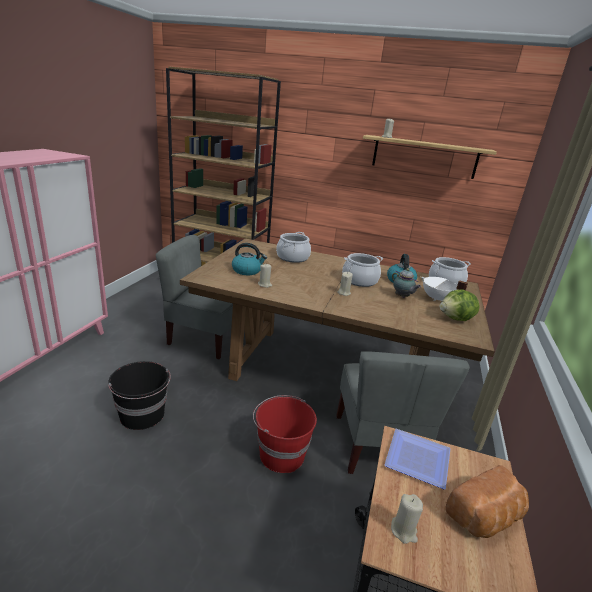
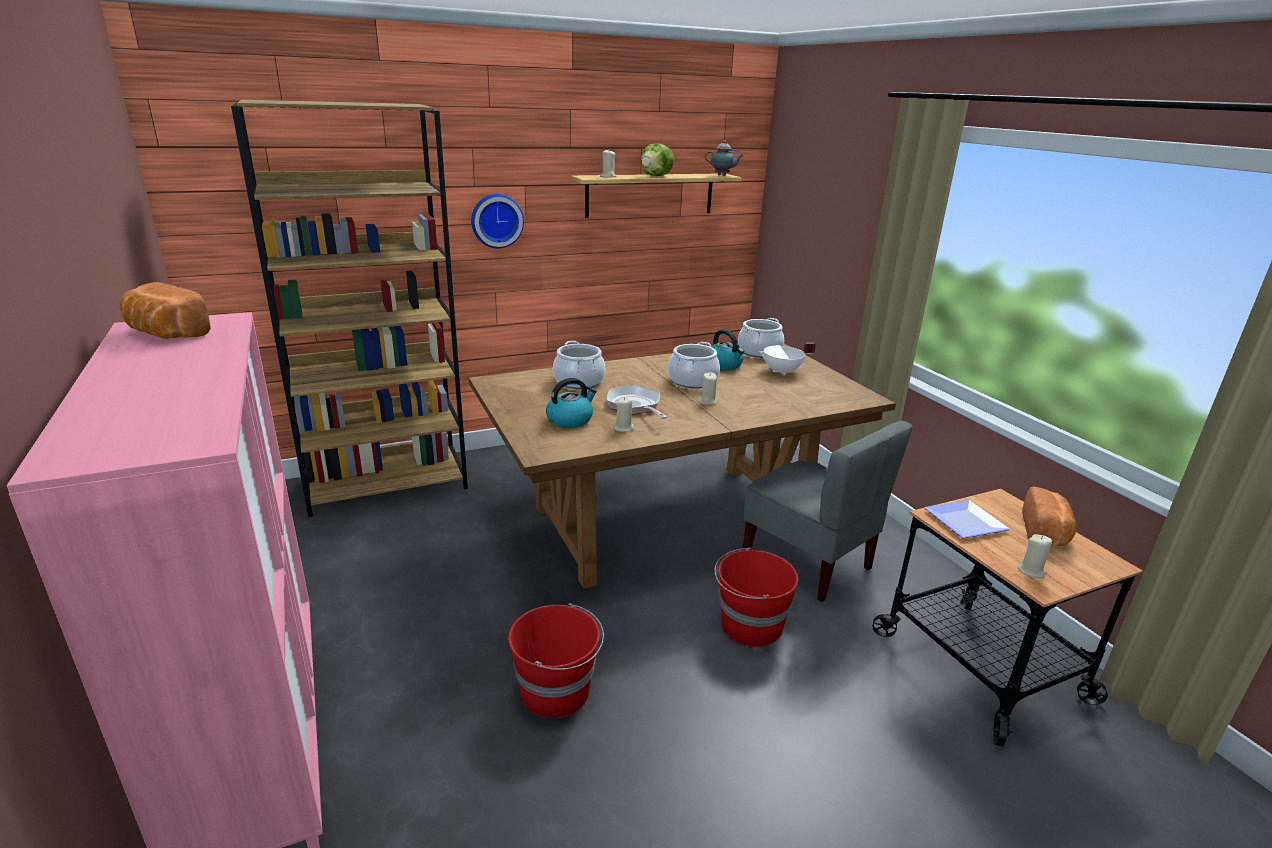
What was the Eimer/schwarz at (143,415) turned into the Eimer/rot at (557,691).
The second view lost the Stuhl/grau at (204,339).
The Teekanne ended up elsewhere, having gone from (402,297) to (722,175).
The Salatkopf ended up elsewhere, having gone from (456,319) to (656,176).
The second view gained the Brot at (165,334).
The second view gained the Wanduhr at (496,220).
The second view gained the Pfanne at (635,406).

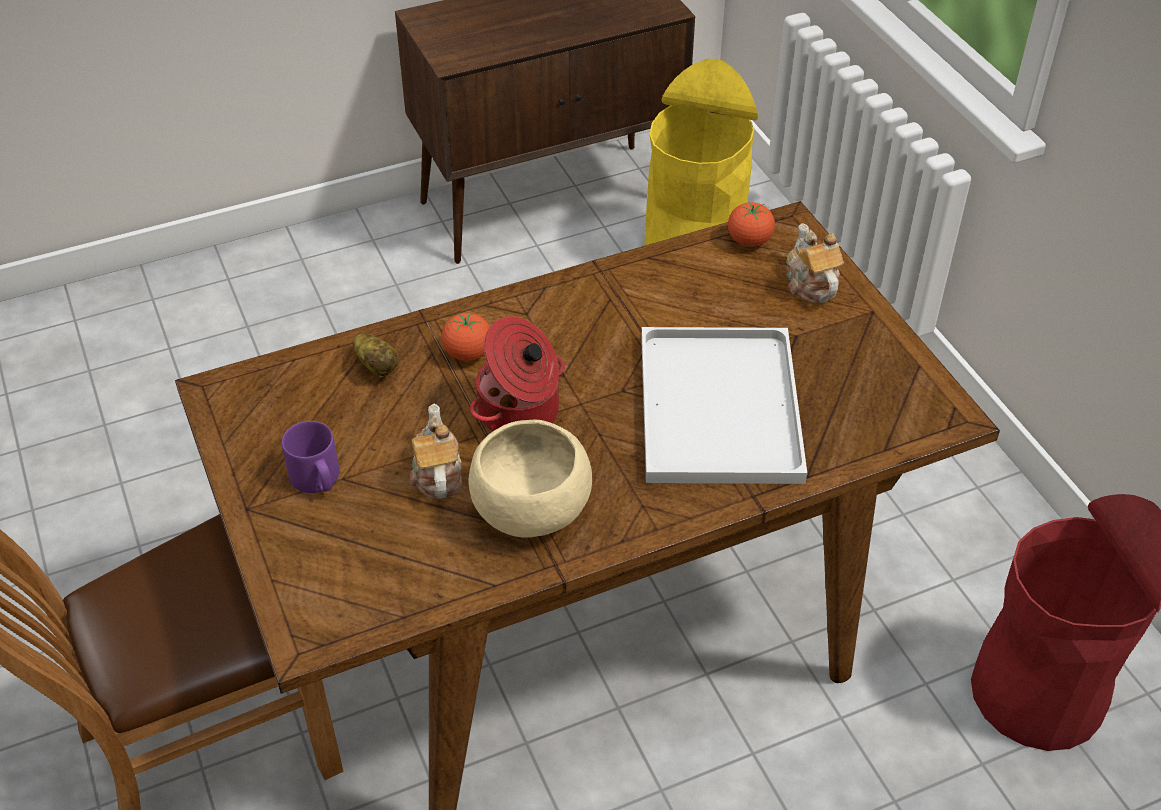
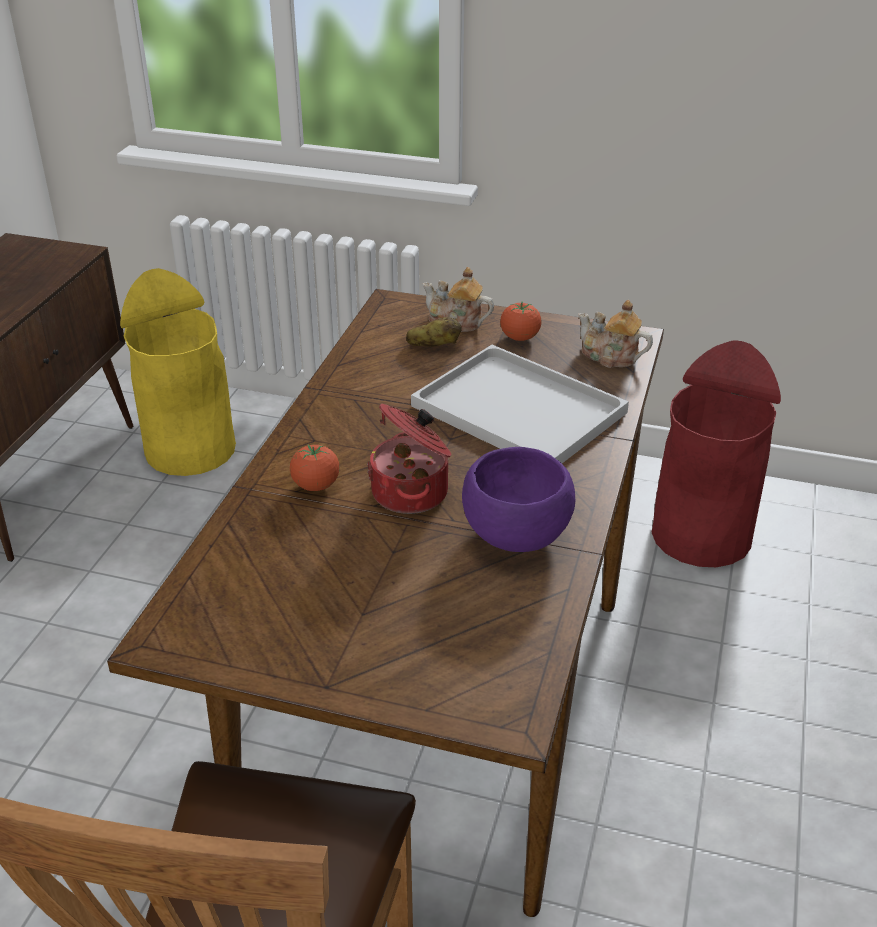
The second view lost the Henkelbecher/lila at (317,480).
The Kartoffel ended up elsewhere, having gone from (377,366) to (434,346).
The Teekanne ended up elsewhere, having gone from (437,473) to (610,356).
What was the Schüssel/beige at (531,511) turned into the Schüssel/lila at (515,535).
The Tomate ended up elsewhere, having gone from (749,241) to (520,338).

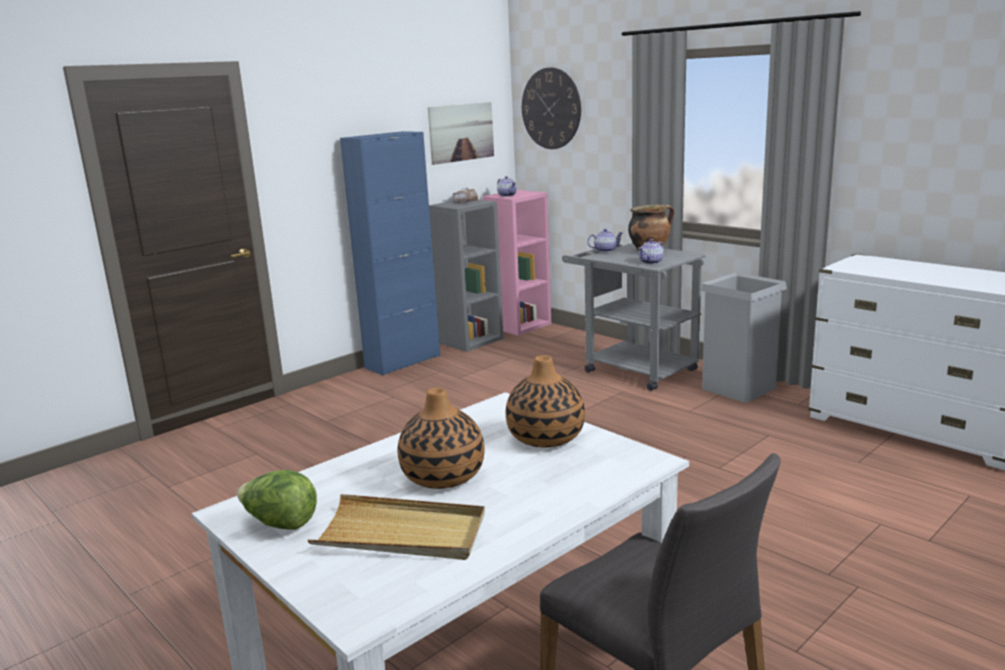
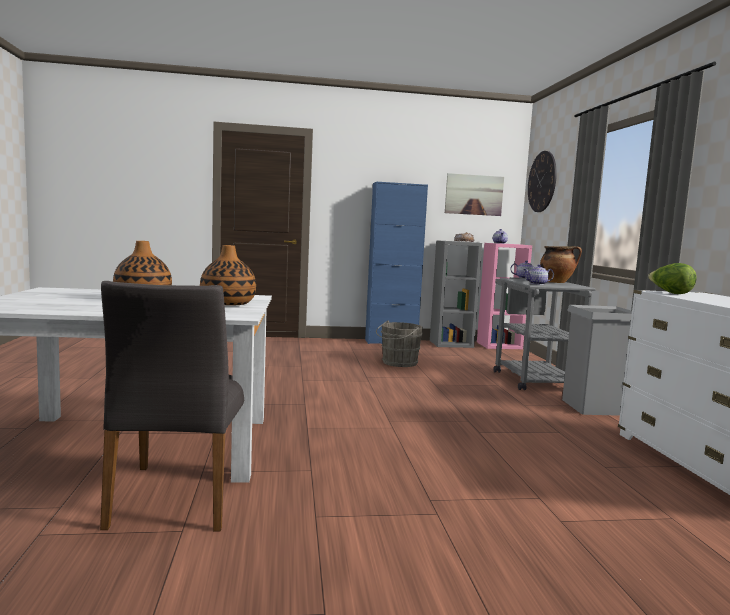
The Salatkopf ended up elsewhere, having gone from (280,524) to (670,293).
The second view lost the Tablett/beige at (401,533).
The second view gained the Eimer/grau at (398,363).

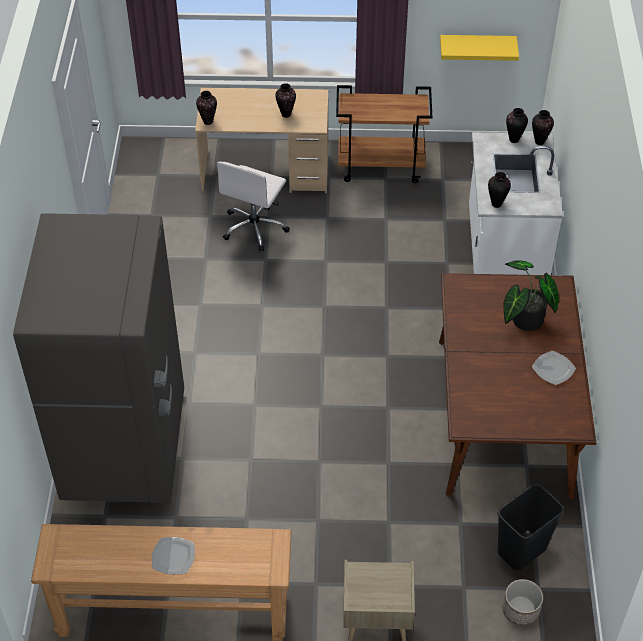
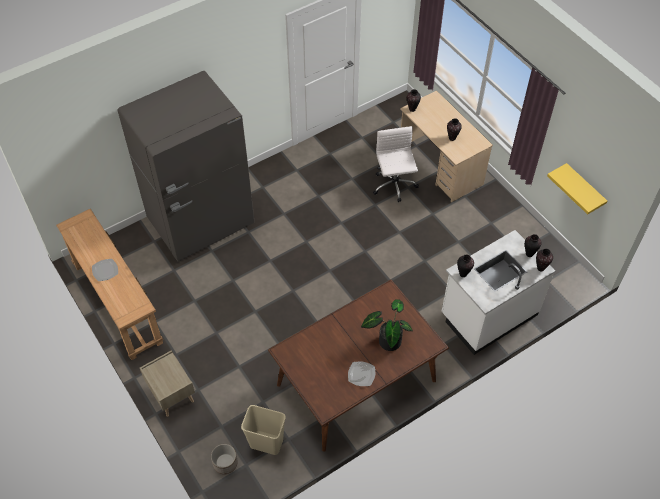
The Bürostuhl/weiß at (255,227) ended up facing another way, 90 degrees clockwise from before.
The second view lost the Rollwagen/braun at (381,167).
What was the Mülleimer/schwarz at (522,551) turned into the Mülleimer/beige at (266,443).

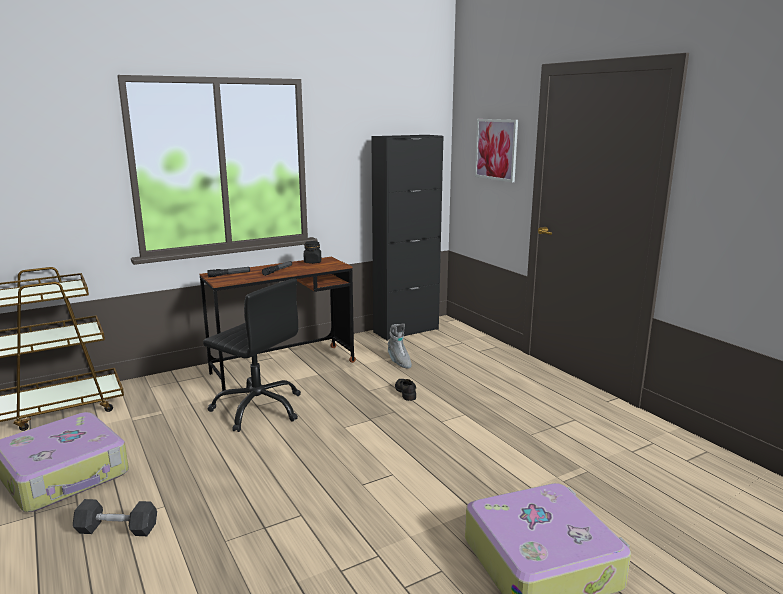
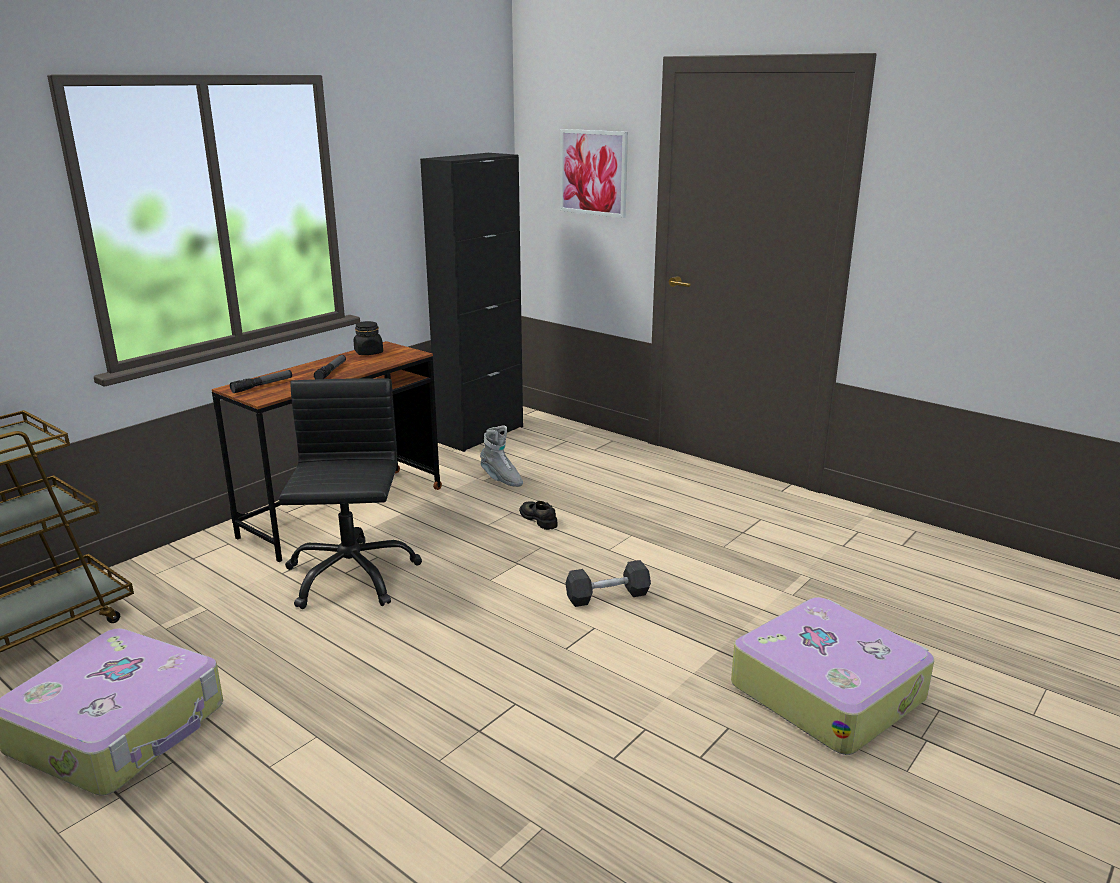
The Hantel/grau ended up elsewhere, having gone from (117,529) to (607,596).
The Bürostuhl/schwarz at (258,408) ended up facing another way, 105 degrees counterclockwise from before.

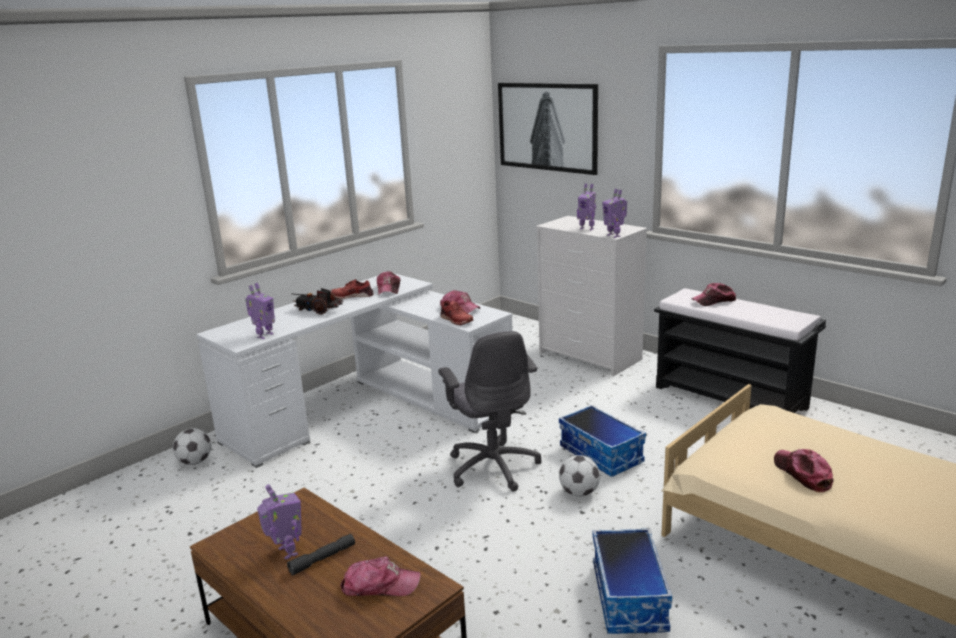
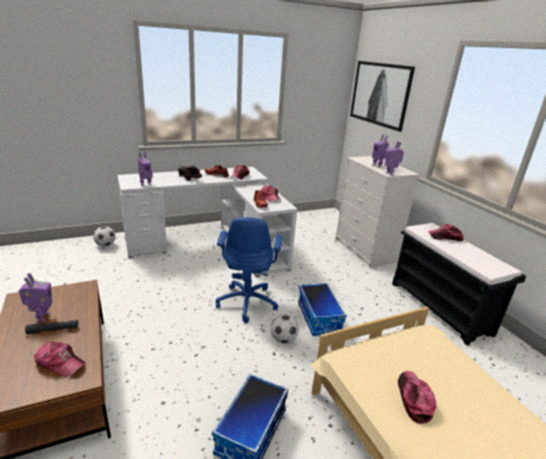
What was the Bürostuhl/grau at (493,466) turned into the Bürostuhl/blau at (247,302).

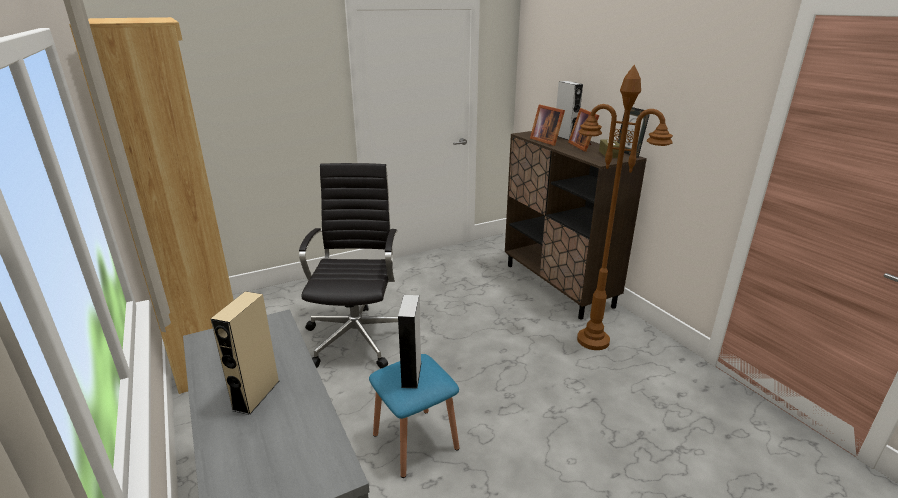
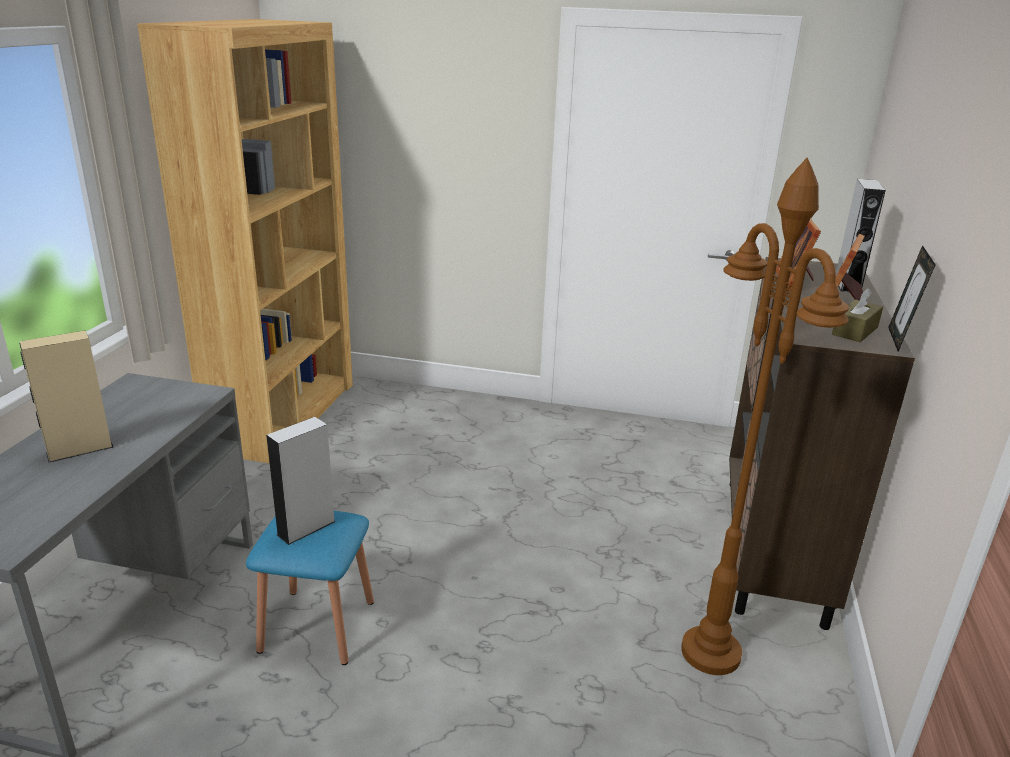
The second view lost the Bürostuhl/schwarz at (358,336).

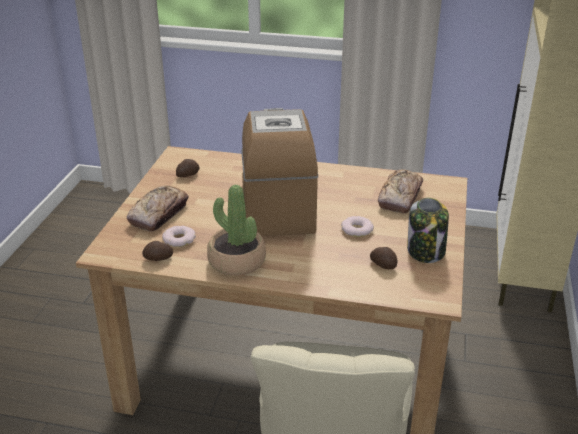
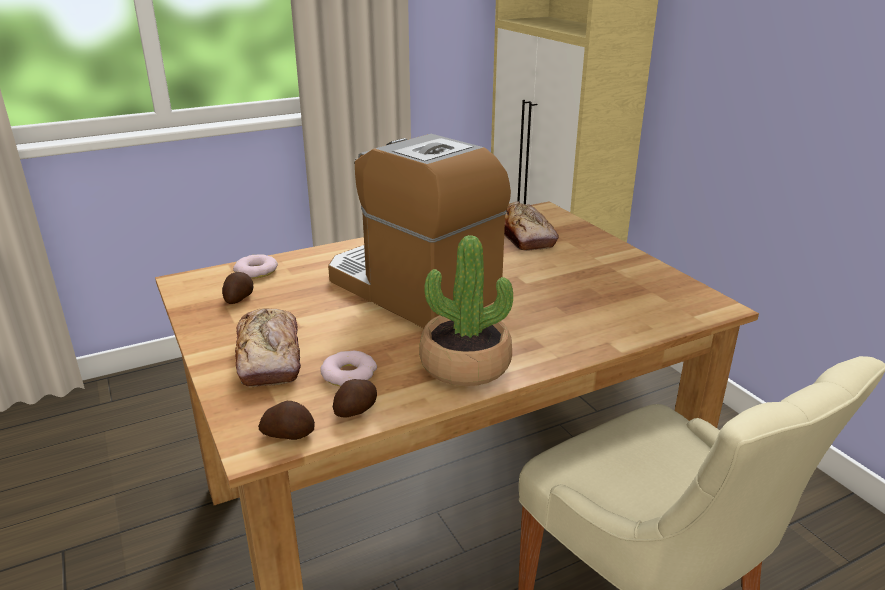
The Donut ended up elsewhere, having gone from (357,230) to (256,271).
The Kartoffel ended up elsewhere, having gone from (383,264) to (288,433).
The second view lost the Vorratsglas at (426,251).

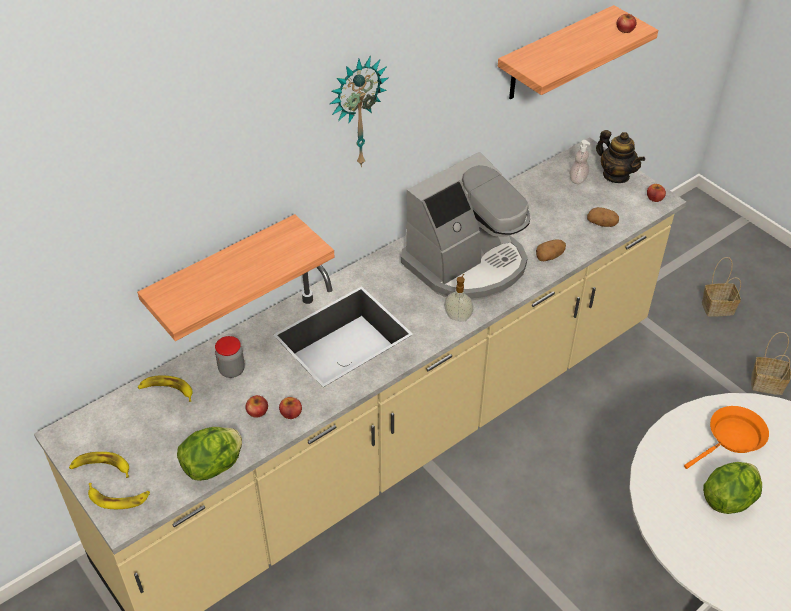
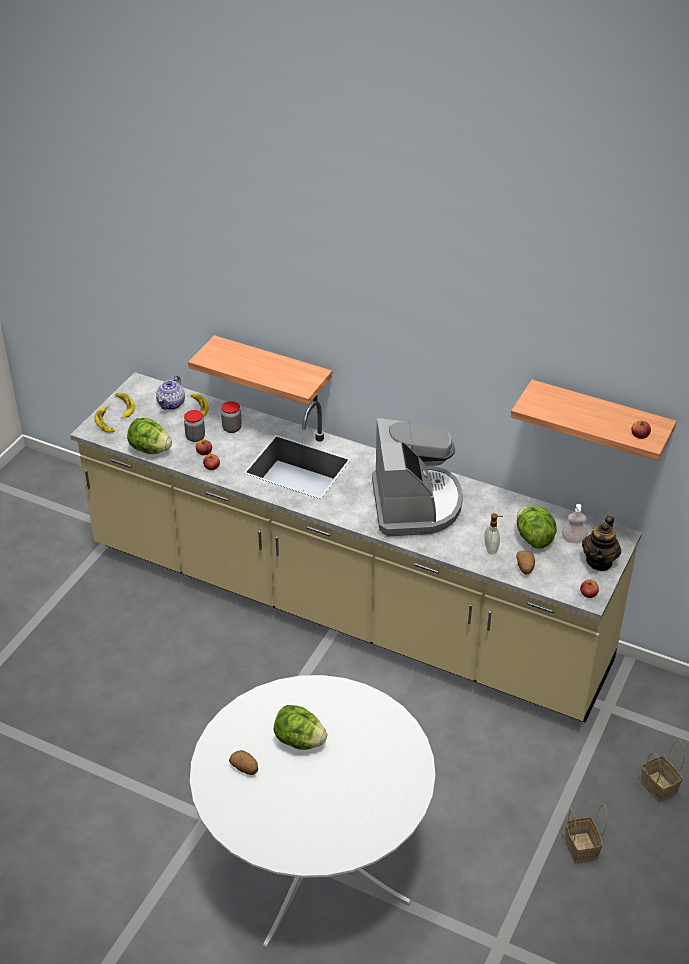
The second view lost the Wanduhr at (356,112).
The Kaffeemaschine at (467,264) ended up facing another way, 120 degrees counterclockwise from before.
The Seifenspender ended up elsewhere, having gone from (458,316) to (491,549).
The Kartoffel ended up elsewhere, having gone from (549,256) to (245,768).
The second view lost the Pfanne/orange at (732,439).
The second view gained the Teekanne at (171,404).
The second view gained the Vorratsglas at (195,437).
The second view gained the Salatkopf at (533,538).

